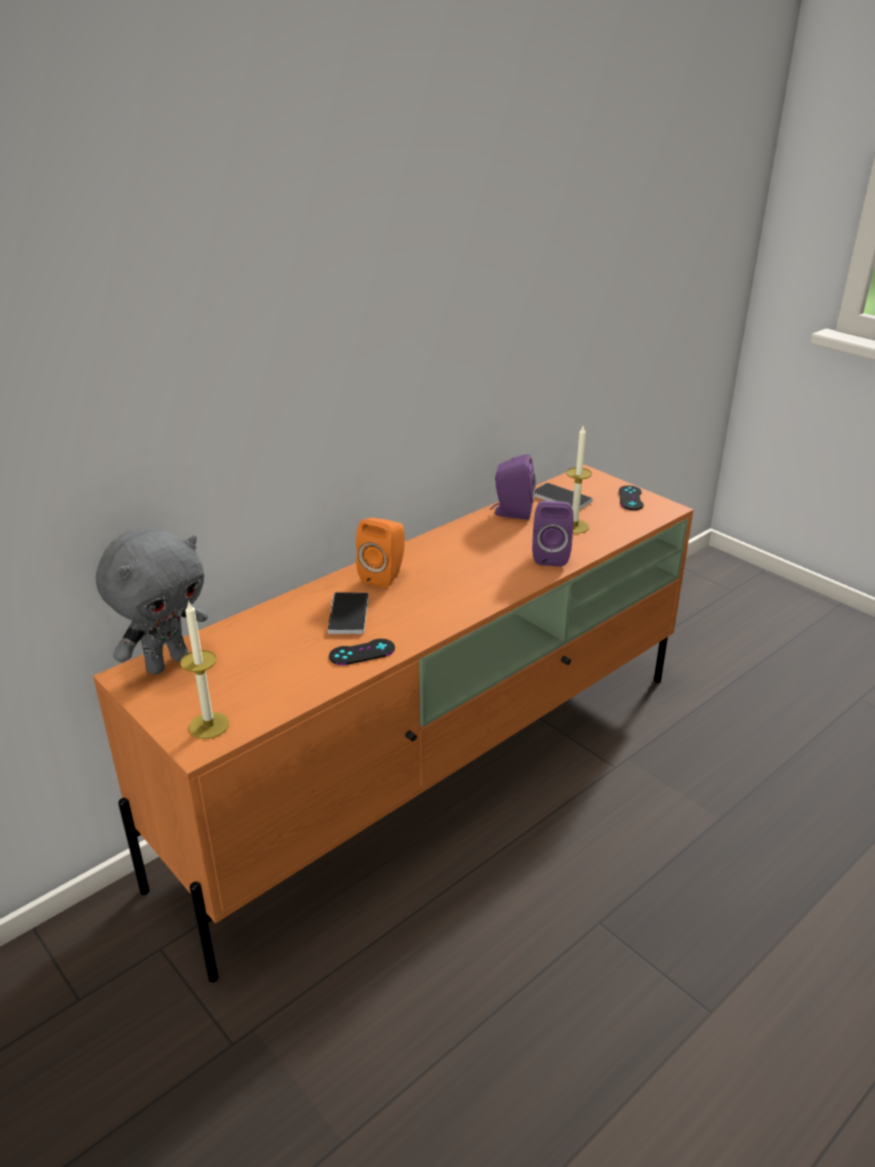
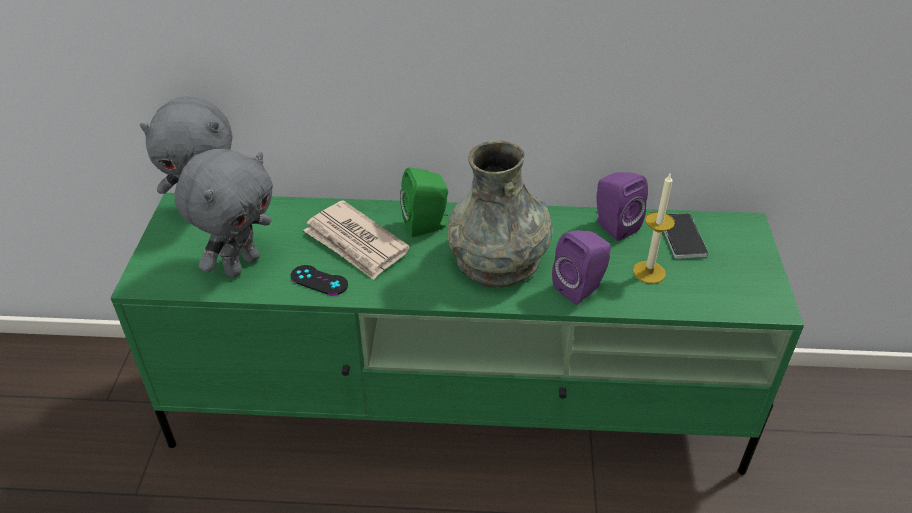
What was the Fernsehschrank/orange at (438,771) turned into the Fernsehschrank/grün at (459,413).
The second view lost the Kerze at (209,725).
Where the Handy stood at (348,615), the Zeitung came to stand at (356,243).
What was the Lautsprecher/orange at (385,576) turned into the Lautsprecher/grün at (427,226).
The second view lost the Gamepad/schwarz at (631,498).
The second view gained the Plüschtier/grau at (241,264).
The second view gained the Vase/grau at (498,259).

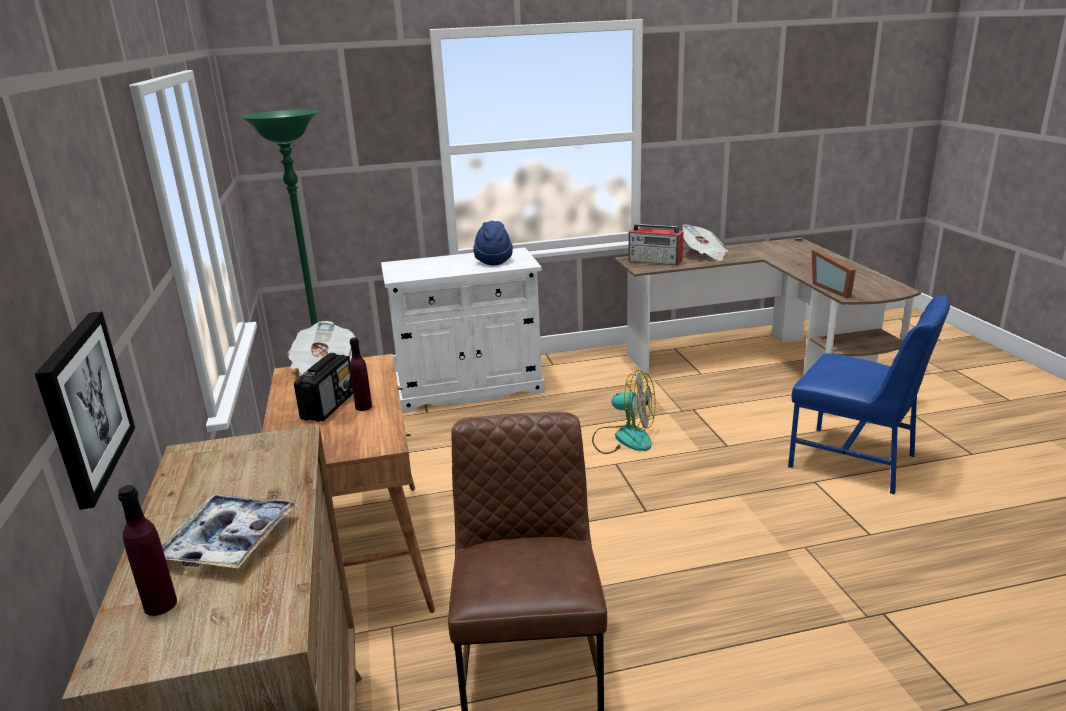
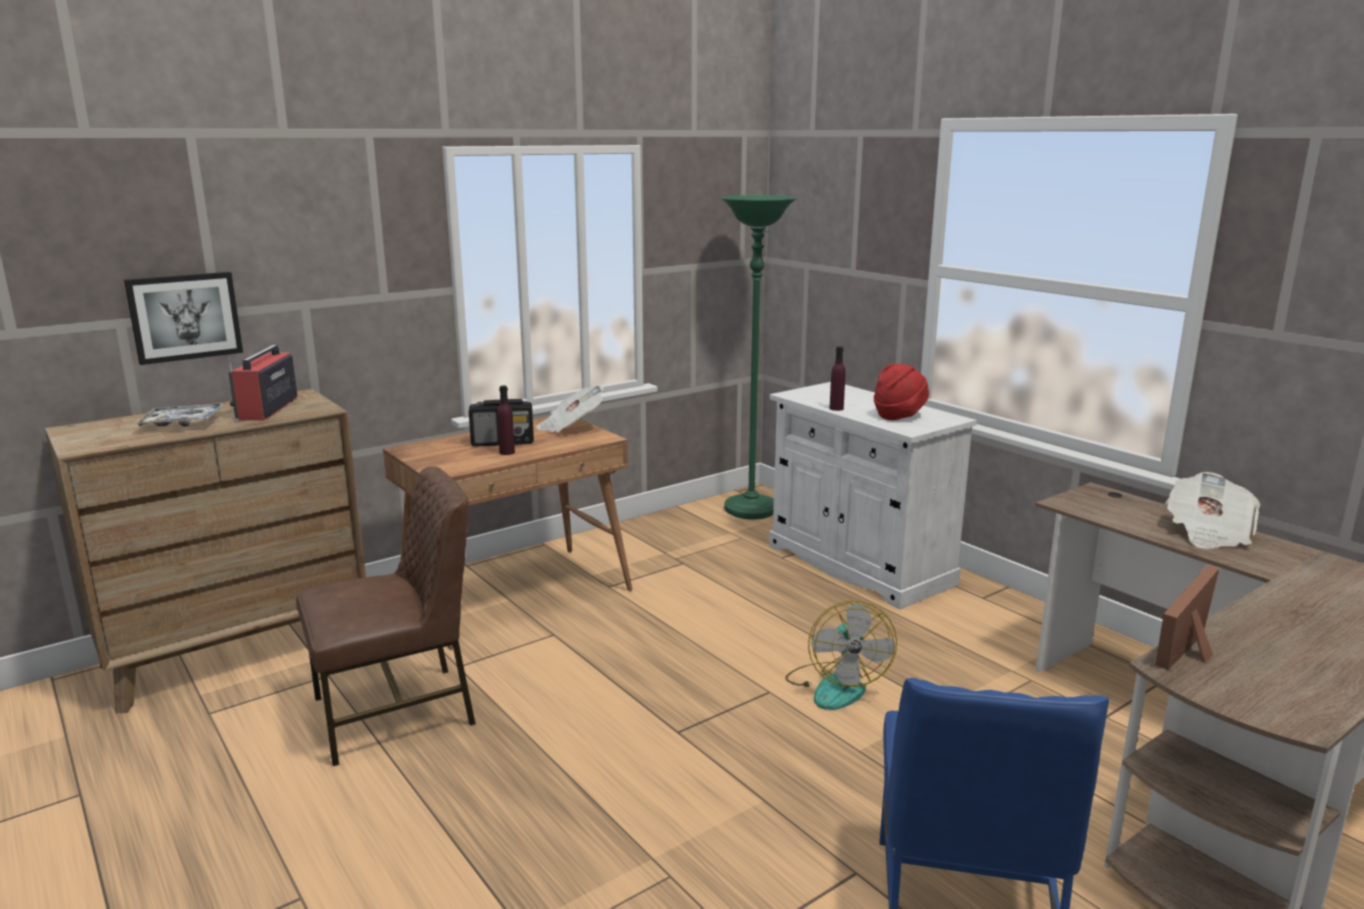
The Flasche/lila ended up elsewhere, having gone from (160,605) to (836,408).
What was the Hut/blau at (493,261) turned into the Hut/rot at (899,416).
The Radio ended up elsewhere, having gone from (655,261) to (267,409).

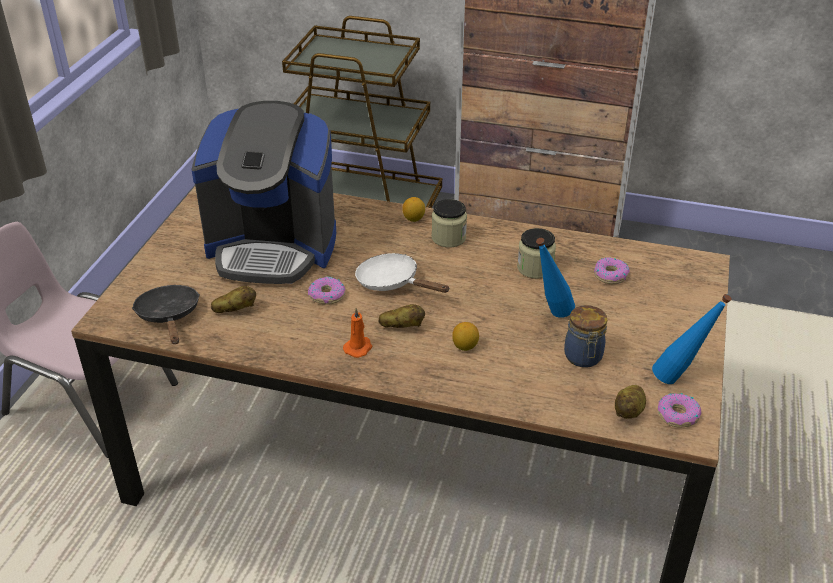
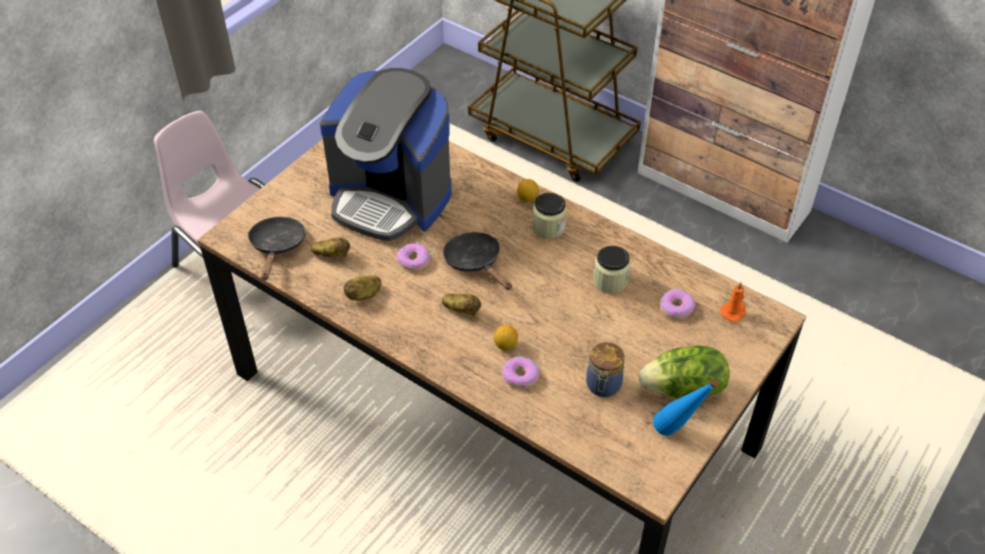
The Kerze/orange ended up elsewhere, having gone from (358,347) to (734,312).
What was the Pfanne/weiß at (392,283) turned into the Pfanne/schwarz at (475,262).
The second view lost the Flasche/blau at (550,316).
The Kartoffel ended up elsewhere, having gone from (629,411) to (364,295).
The Donut ended up elsewhere, having gone from (678,415) to (520,376).
The second view gained the Salatkopf at (684,389).

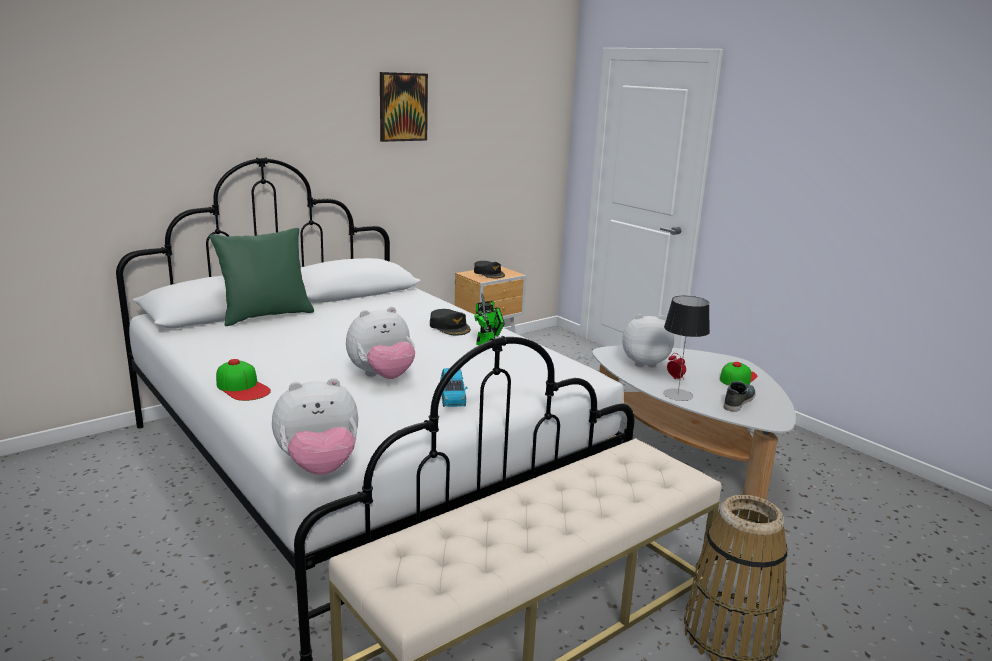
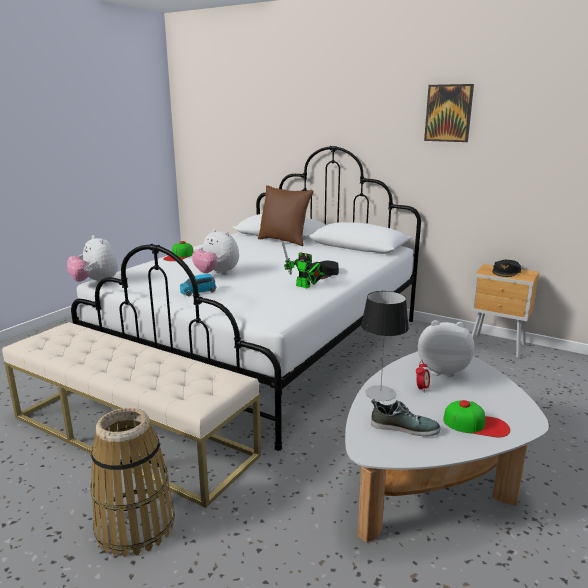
What was the Kissen/grün at (266,316) turned into the Kissen/braun at (284,241).
The Plüschtier at (643,362) ended up facing another way, 60 degrees counterclockwise from before.

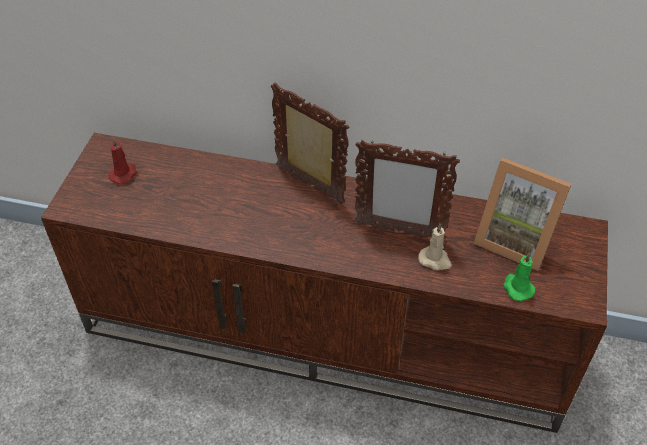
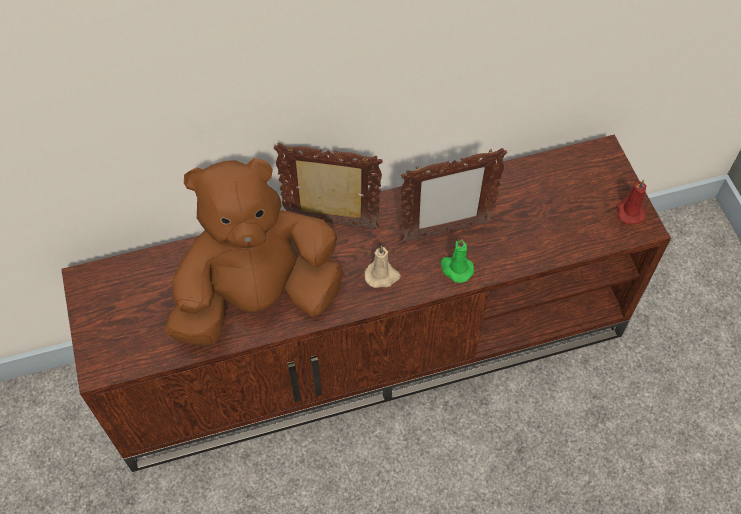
The Kerze/rot ended up elsewhere, having gone from (124,174) to (629,211).
The Kerze/beige ended up elsewhere, having gone from (435,260) to (382,276).
The second view lost the Bilderrahmen at (515,239).
The Kerze/grün ended up elsewhere, having gone from (517,287) to (456,268).
The second view gained the Plüschtier/braun at (258,298).

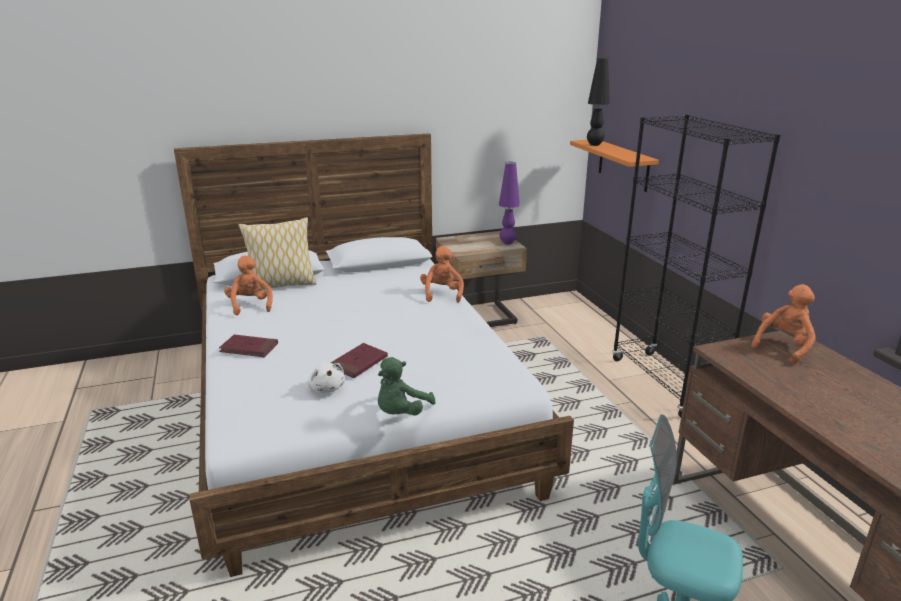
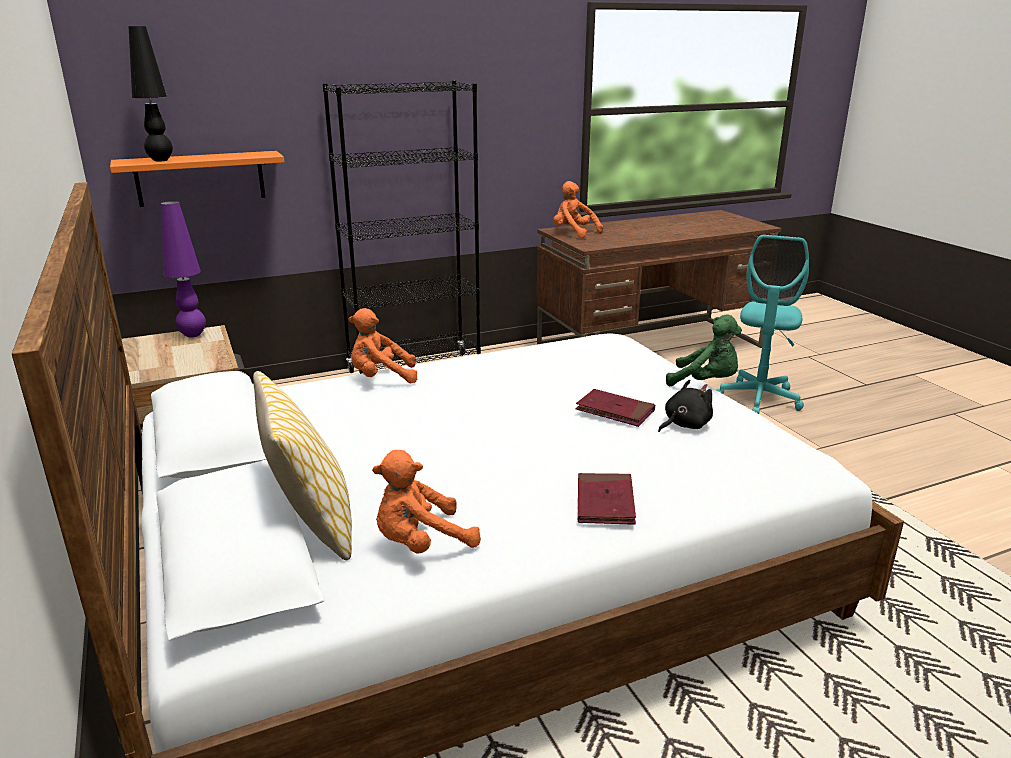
What was the Plüschtier/weiß at (327,388) turned into the Plüschtier/schwarz at (684,425).

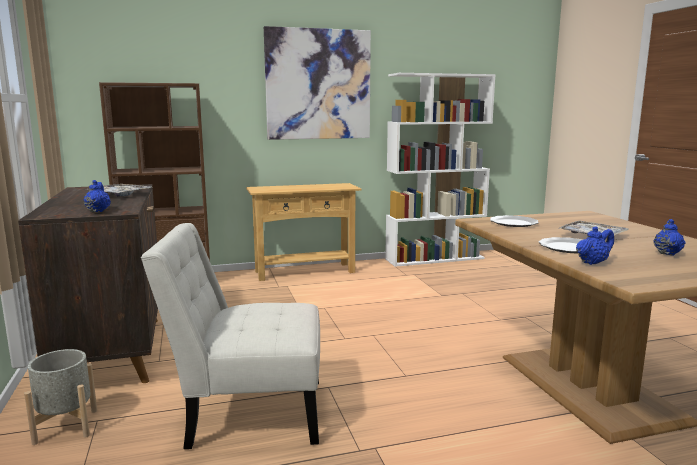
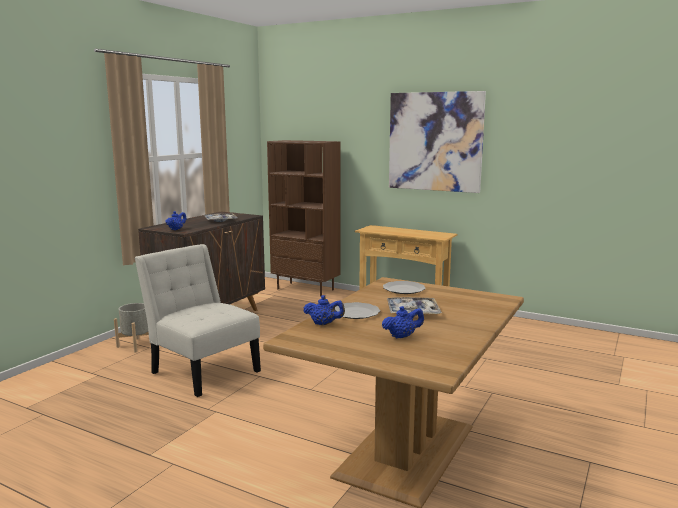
The second view lost the Bücherregal/weiß at (435,258).

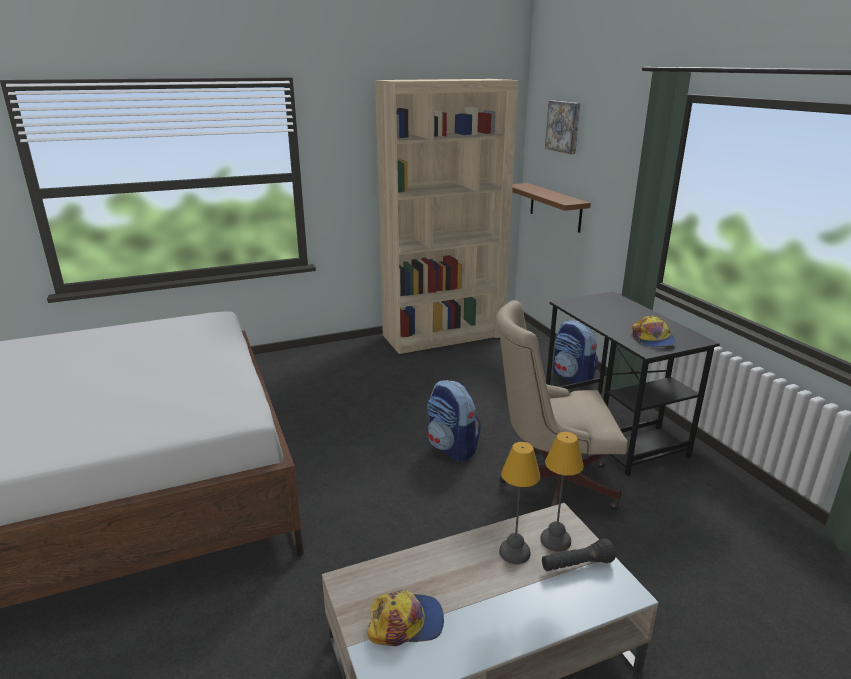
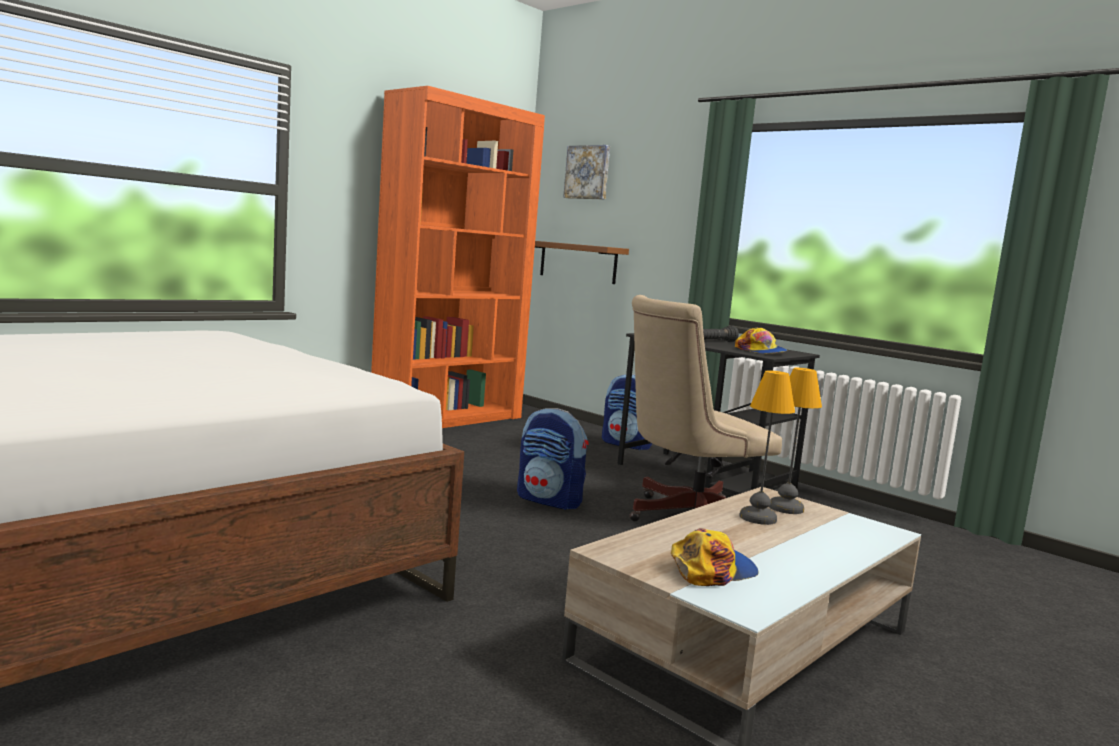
What was the Bücherregal/beige at (443,336) turned into the Bücherregal/orange at (448,418).
The Taschenlampe/schwarz ended up elsewhere, having gone from (576,565) to (715,342).

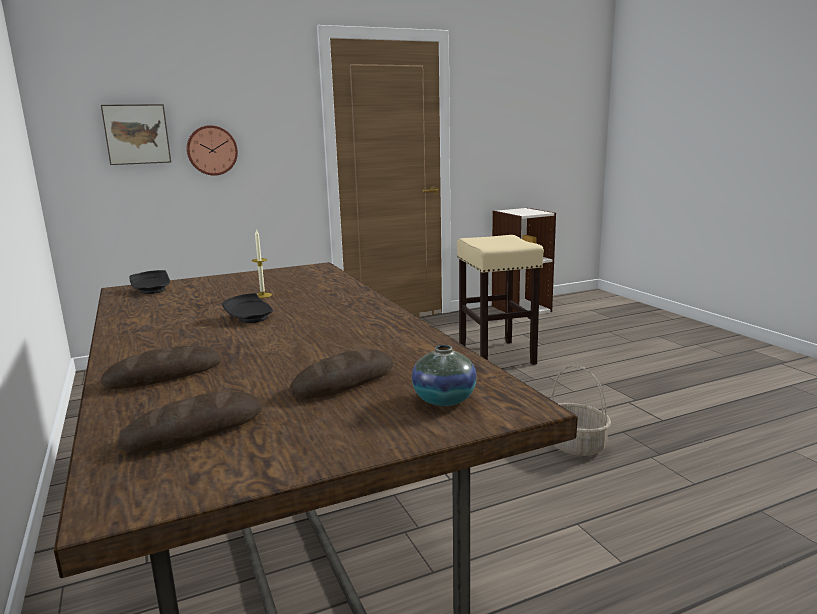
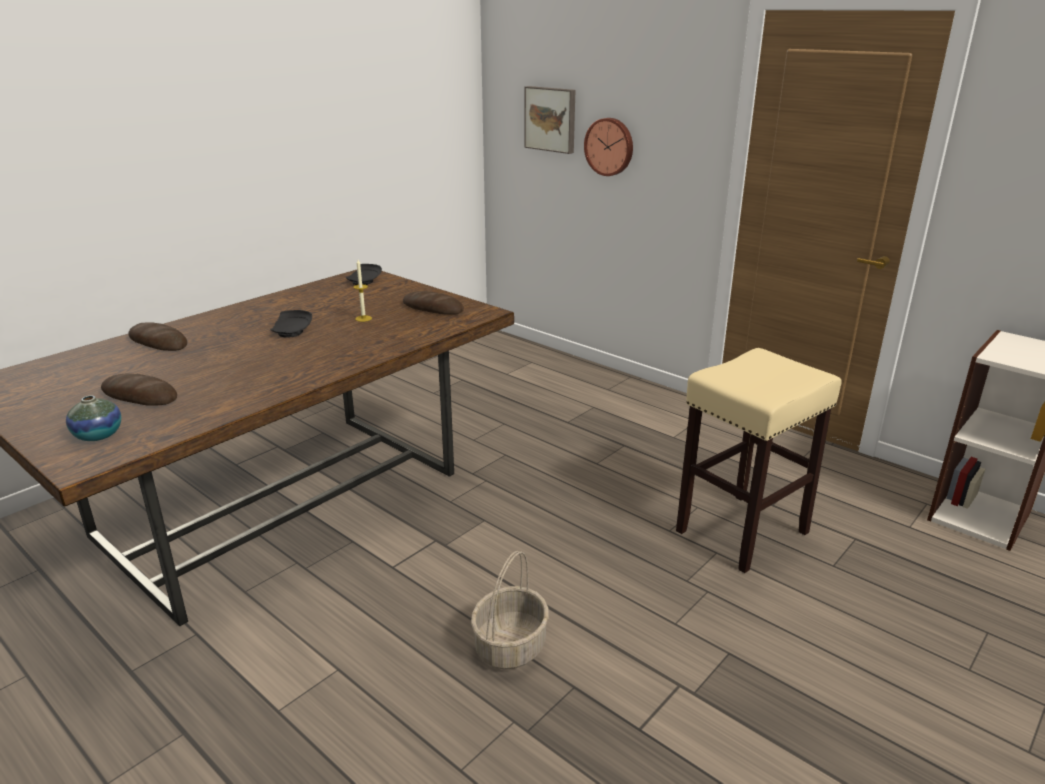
The Brot ended up elsewhere, having gone from (195,430) to (433,308).

